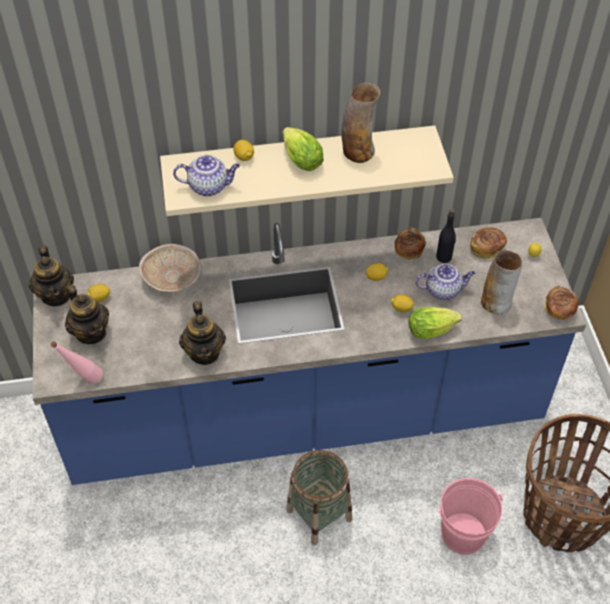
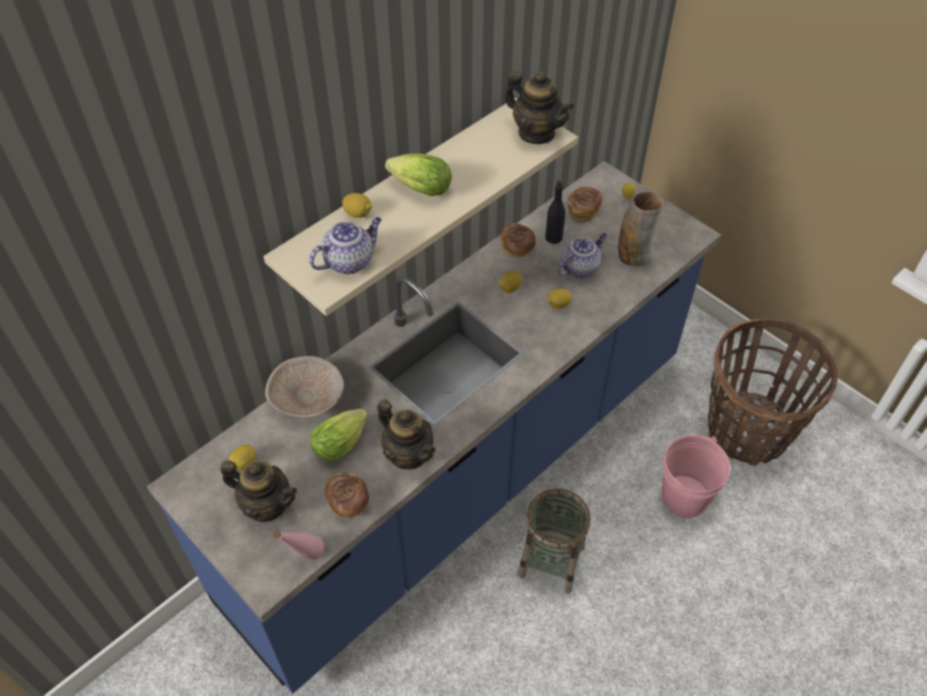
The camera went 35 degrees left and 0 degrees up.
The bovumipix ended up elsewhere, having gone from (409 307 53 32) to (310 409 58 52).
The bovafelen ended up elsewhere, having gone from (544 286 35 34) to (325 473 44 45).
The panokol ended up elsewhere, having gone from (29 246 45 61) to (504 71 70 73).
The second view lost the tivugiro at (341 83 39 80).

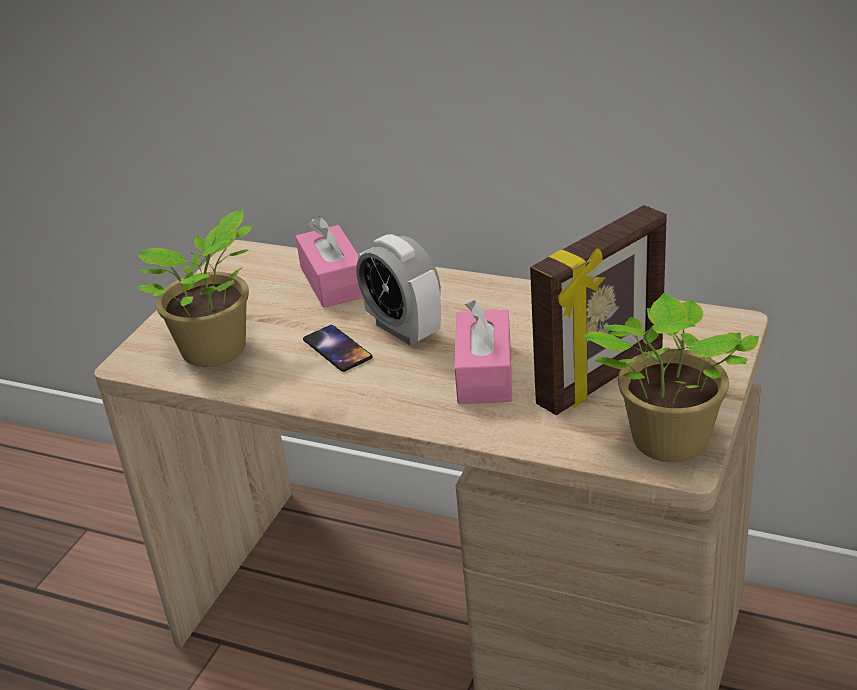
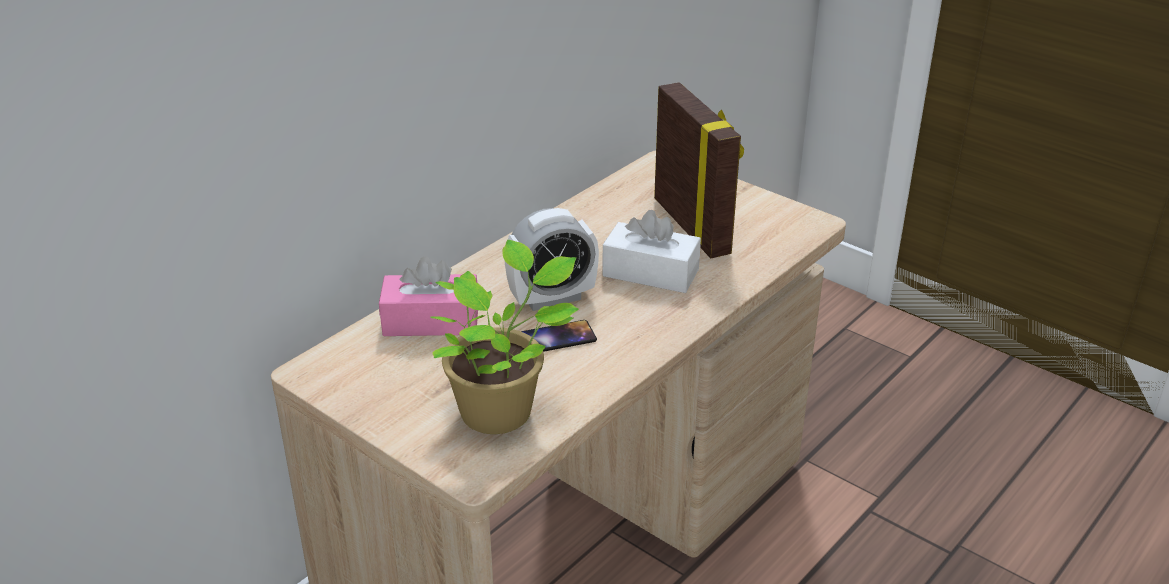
The camera went 75 degrees left and 0 degrees up.
What was the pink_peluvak at (455 300 57 104) turned into the white_peluvak at (602 210 99 83).
The second view lost the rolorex at (583 293 176 169).

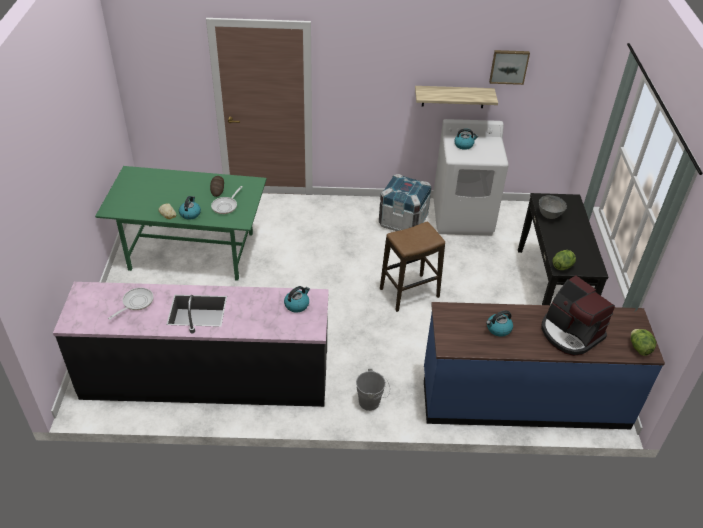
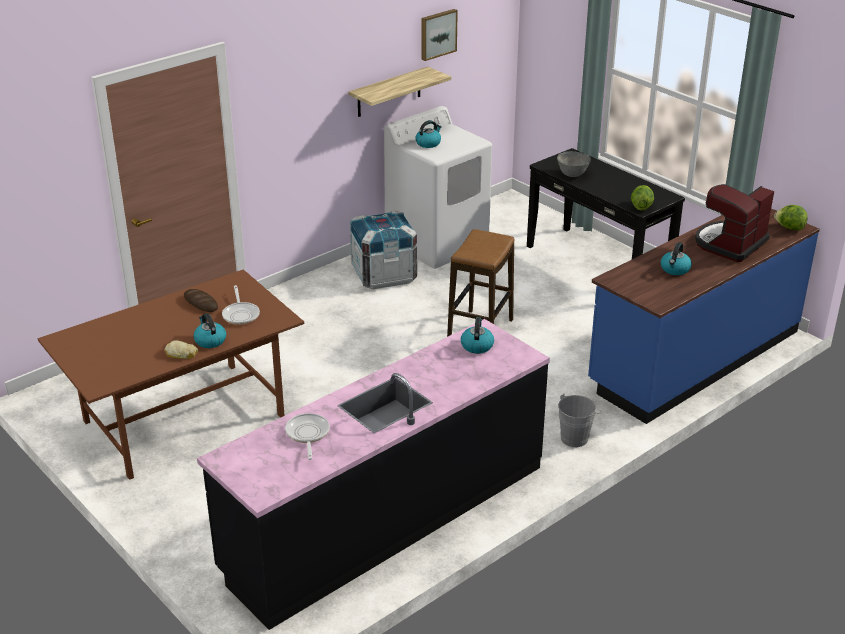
The camera went 40 degrees left and 10 degrees down.
What was the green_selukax at (95 166 172 115) turned into the brown_selukax at (38 269 266 211).
The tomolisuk at (541 276 74 80) ended up facing another way, 120 degrees clockwise from before.

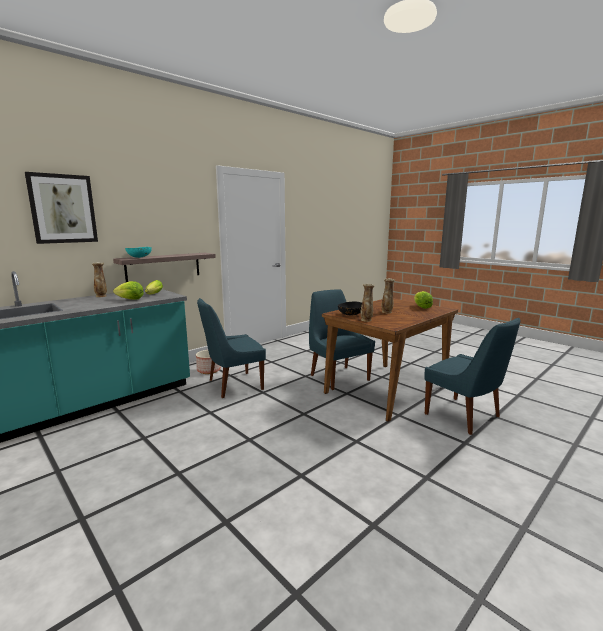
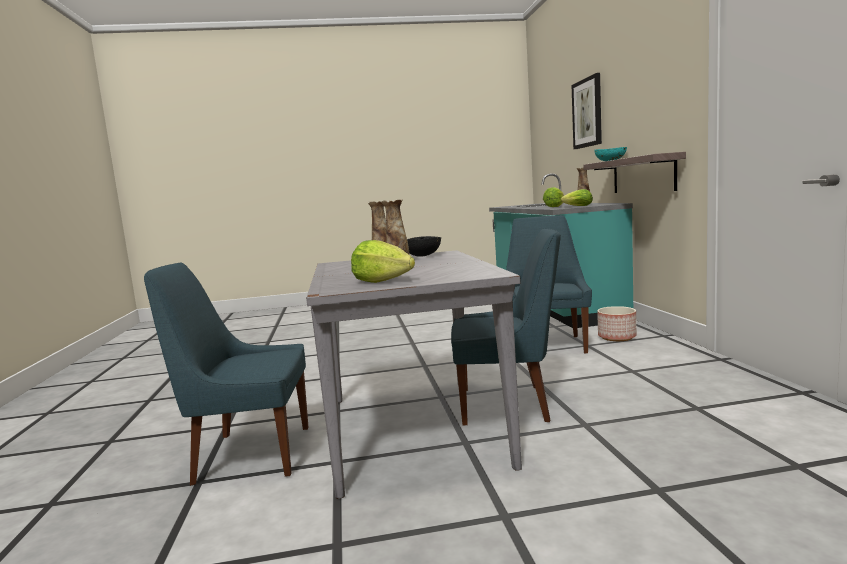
The camera went 125 degrees right and 5 degrees down.
What was the brown_selukax at (322 298 136 124) turned into the grey_selukax at (306 250 216 249).

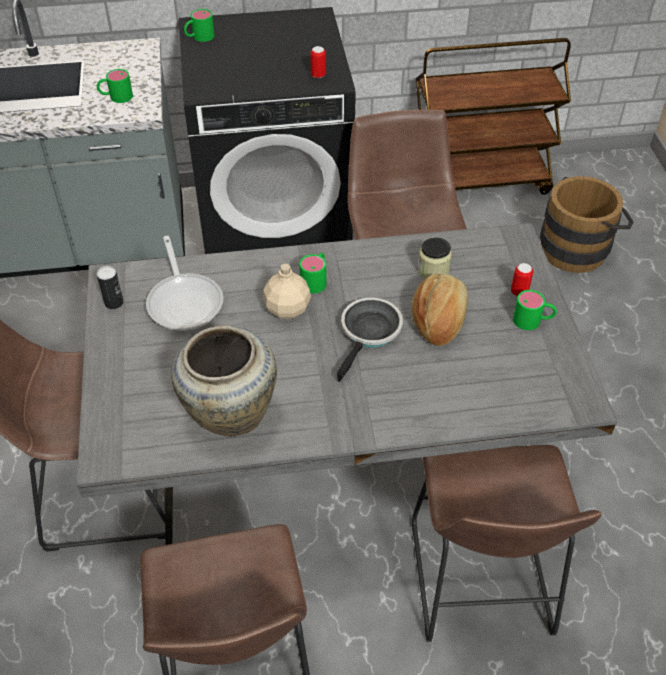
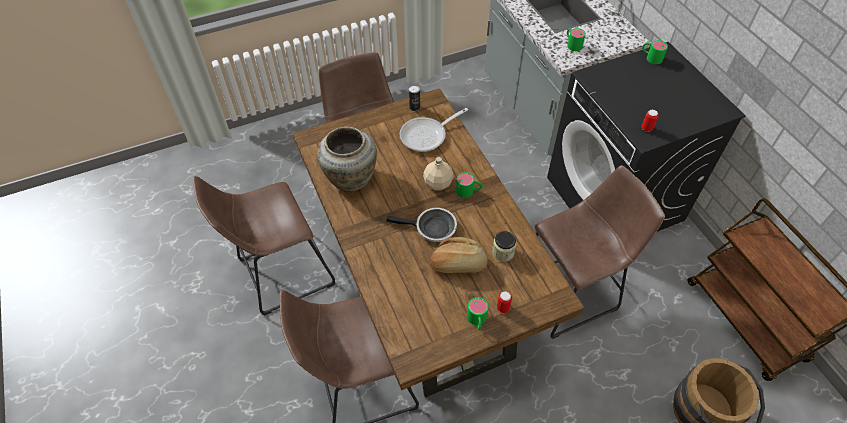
The camera went 75 degrees right and 5 degrees up.
What was the grey_selukax at (77 223 540 322) turned into the brown_selukax at (293 88 291 310).

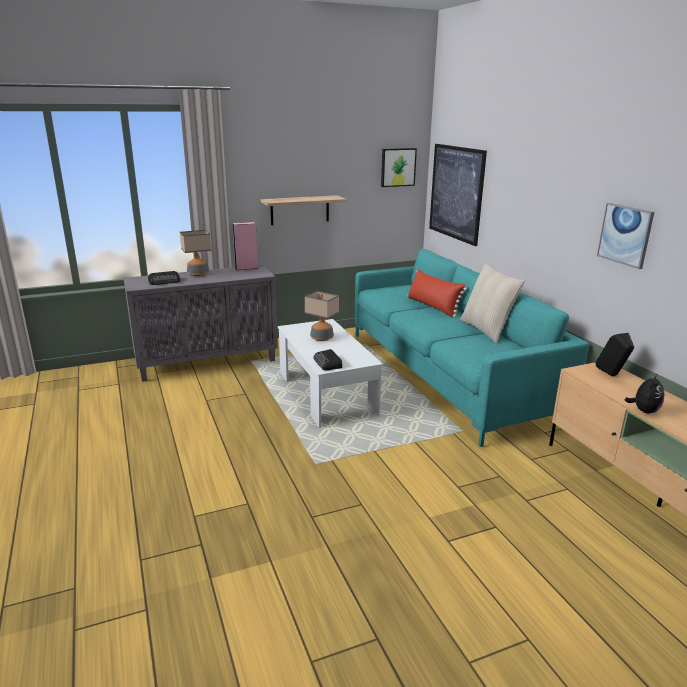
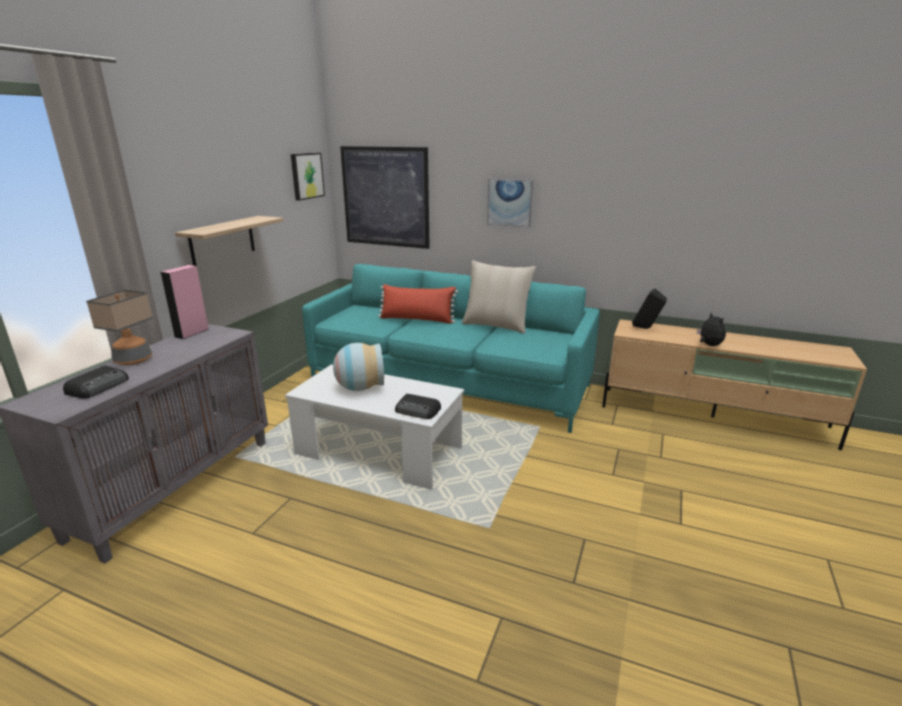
The camera went 45 degrees left and 0 degrees up.
Where the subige stood at (304 291 35 50), the tivugiro came to stand at (333 343 51 48).
The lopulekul ended up elsewhere, having gone from (597 203 57 66) to (487 179 46 48).

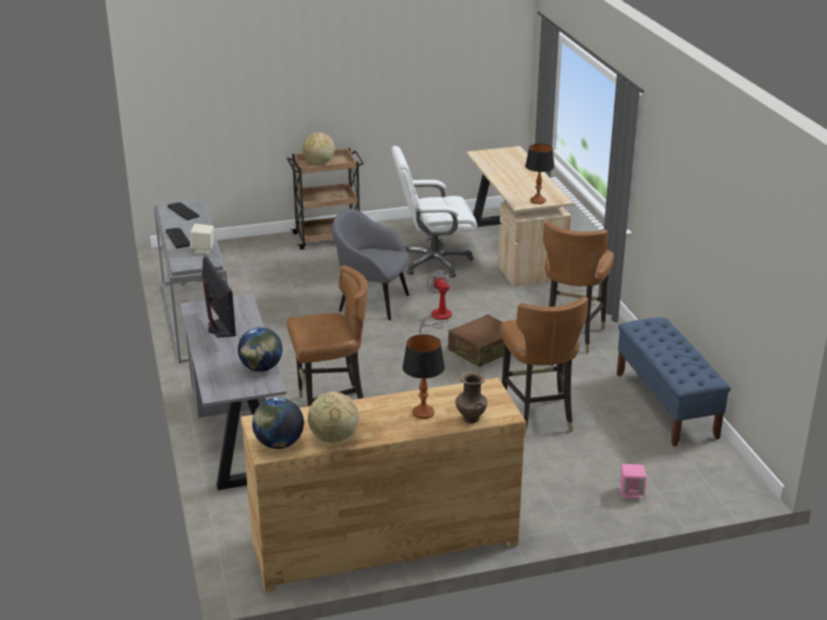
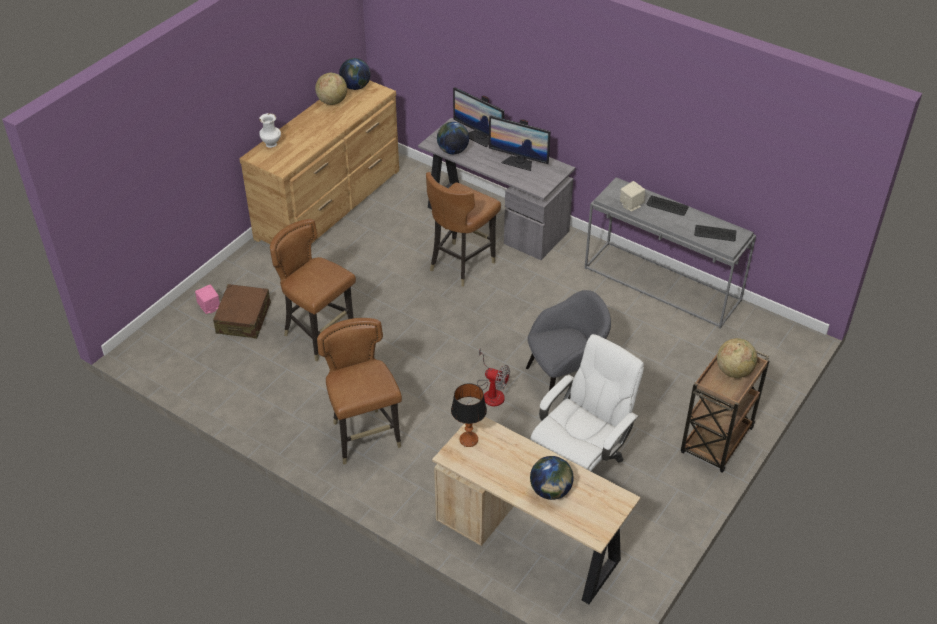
The camera went 140 degrees right and 15 degrees up.
The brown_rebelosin ended up elsewhere, having gone from (448 314 56 53) to (213 284 58 55).
What was the brown_tivugiro at (455 371 32 53) turned into the white_tivugiro at (259 113 22 35).
The second view gained the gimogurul at (453 88 51 59).
The second view gained the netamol at (530 456 44 44).
The second view lost the subige at (402 334 43 85).
The second view lost the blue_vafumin at (617 317 114 130).

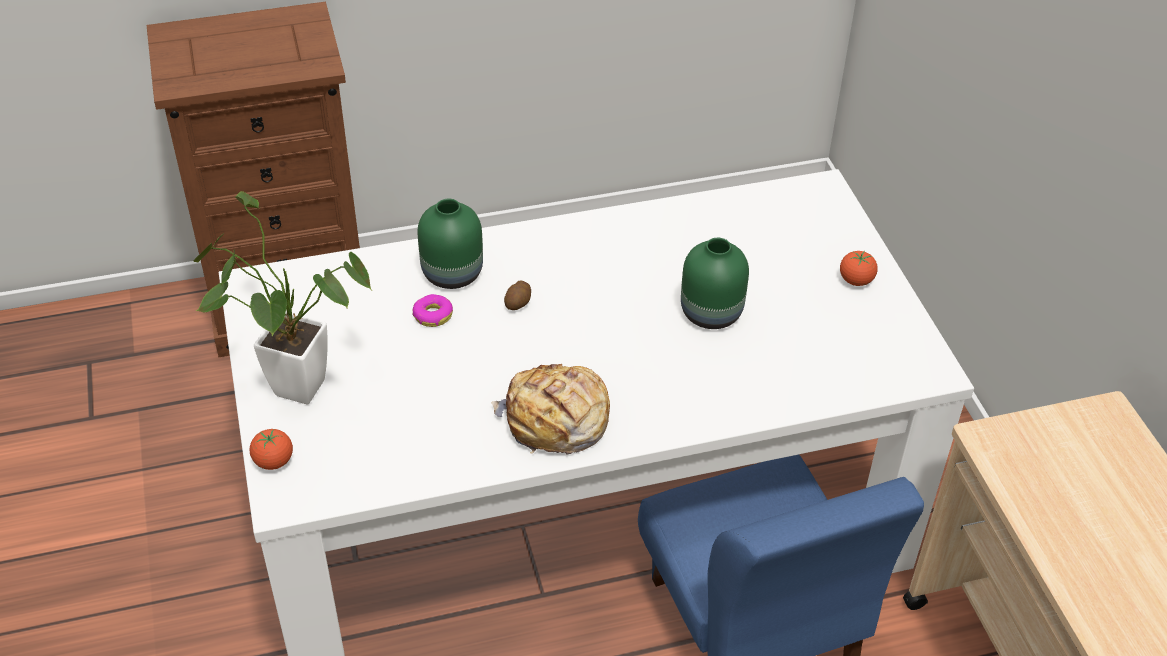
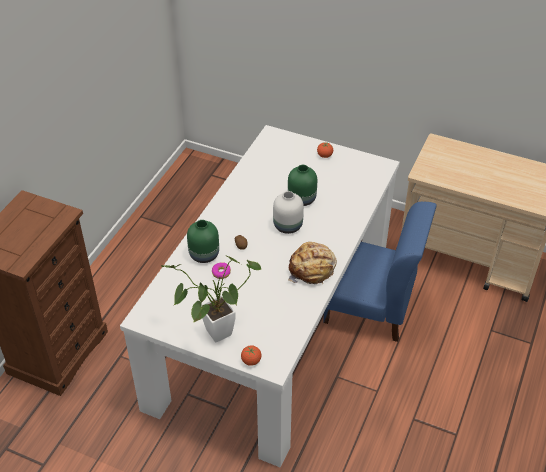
The camera went 50 degrees left and 0 degrees up.
The second view gained the white_tivugiro at (273 191 31 43).

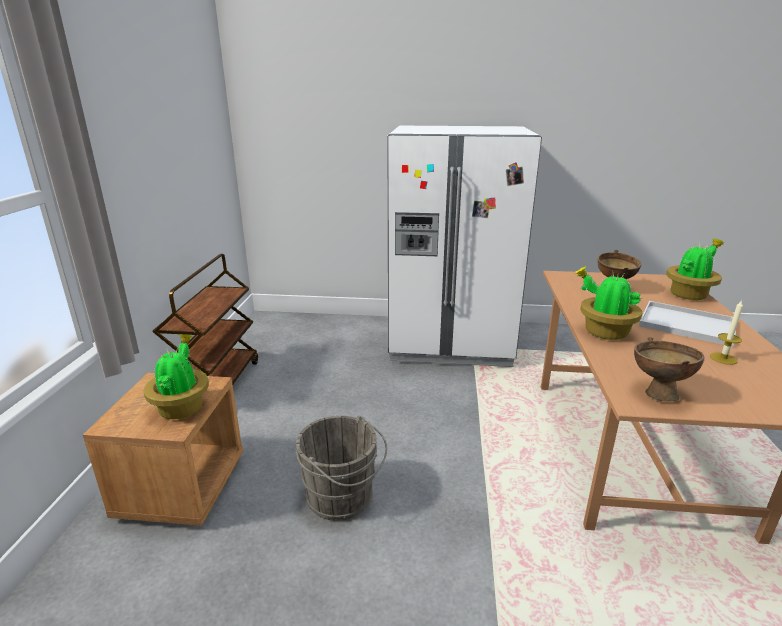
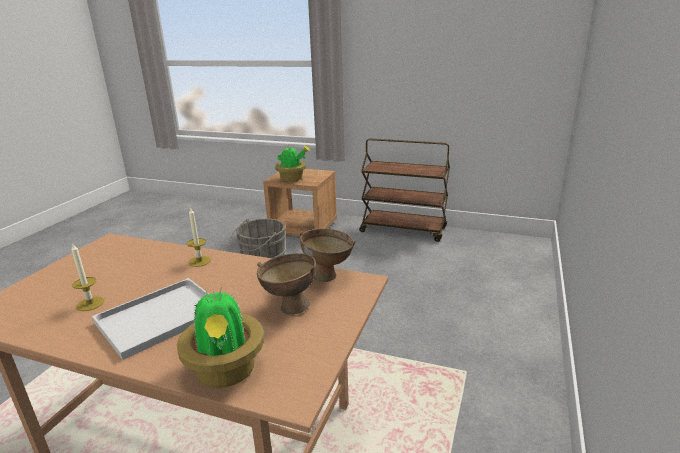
The camera went 105 degrees right and 0 degrees up.
Where the rolorex stood at (574 266 69 74), the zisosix came to stand at (187 207 24 60).
The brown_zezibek ended up elsewhere, having gone from (634 337 71 65) to (300 228 56 54).
The second view lost the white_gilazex at (388 126 154 241).

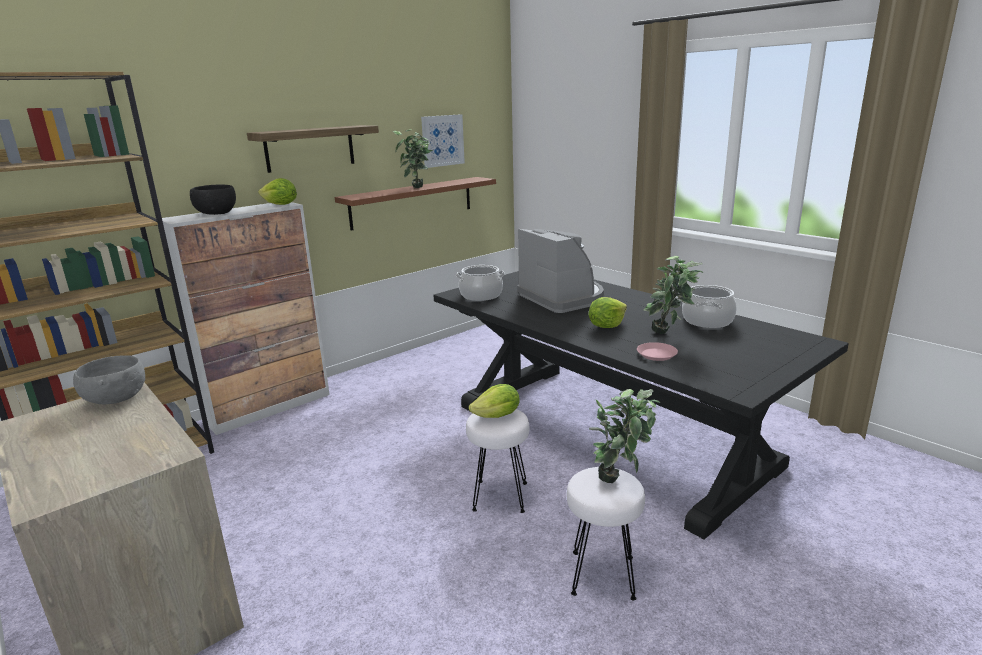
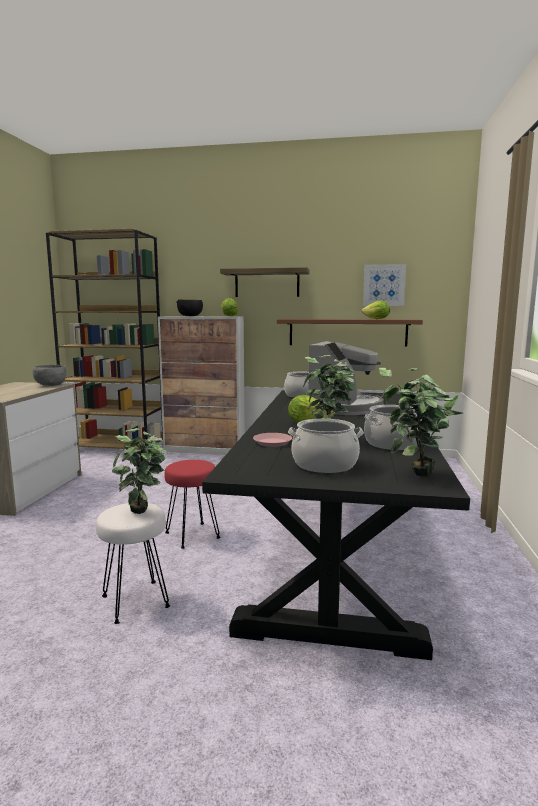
The camera went 50 degrees right and 10 degrees down.
What was the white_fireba at (466 409 63 104) turned into the red_fireba at (165 460 55 89).
The second view gained the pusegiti at (288 419 76 54).
The bovumipix ended up elsewhere, having gone from (469 384 51 34) to (362 301 28 18).
The rolorex ended up elsewhere, having gone from (393 129 40 59) to (379 368 84 109).

